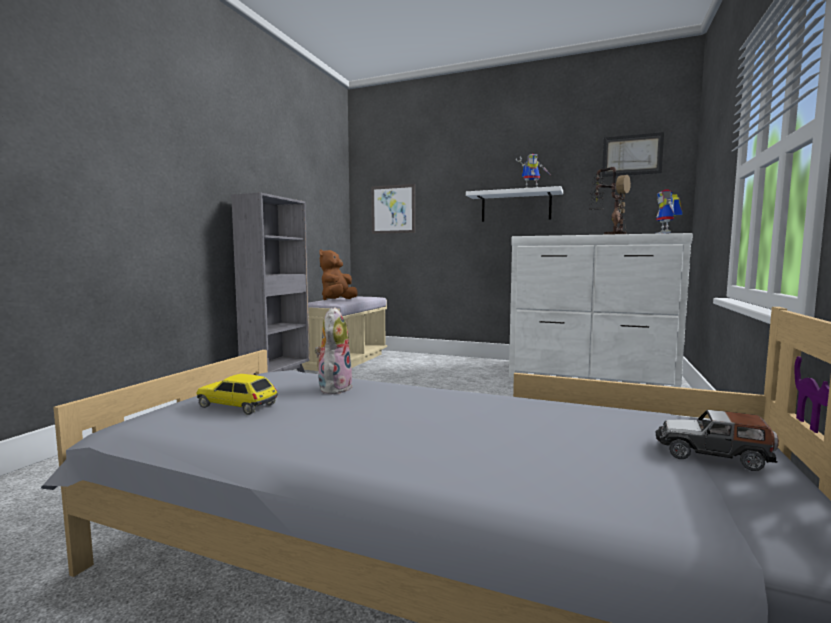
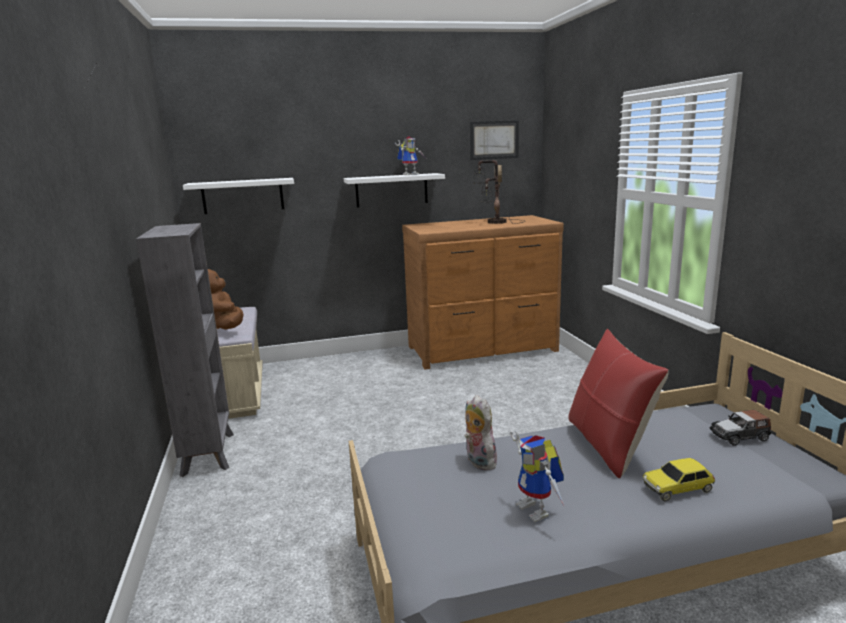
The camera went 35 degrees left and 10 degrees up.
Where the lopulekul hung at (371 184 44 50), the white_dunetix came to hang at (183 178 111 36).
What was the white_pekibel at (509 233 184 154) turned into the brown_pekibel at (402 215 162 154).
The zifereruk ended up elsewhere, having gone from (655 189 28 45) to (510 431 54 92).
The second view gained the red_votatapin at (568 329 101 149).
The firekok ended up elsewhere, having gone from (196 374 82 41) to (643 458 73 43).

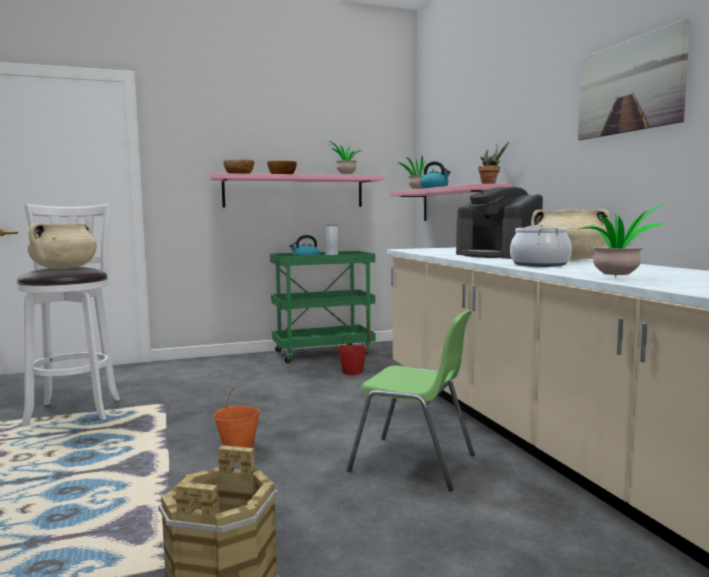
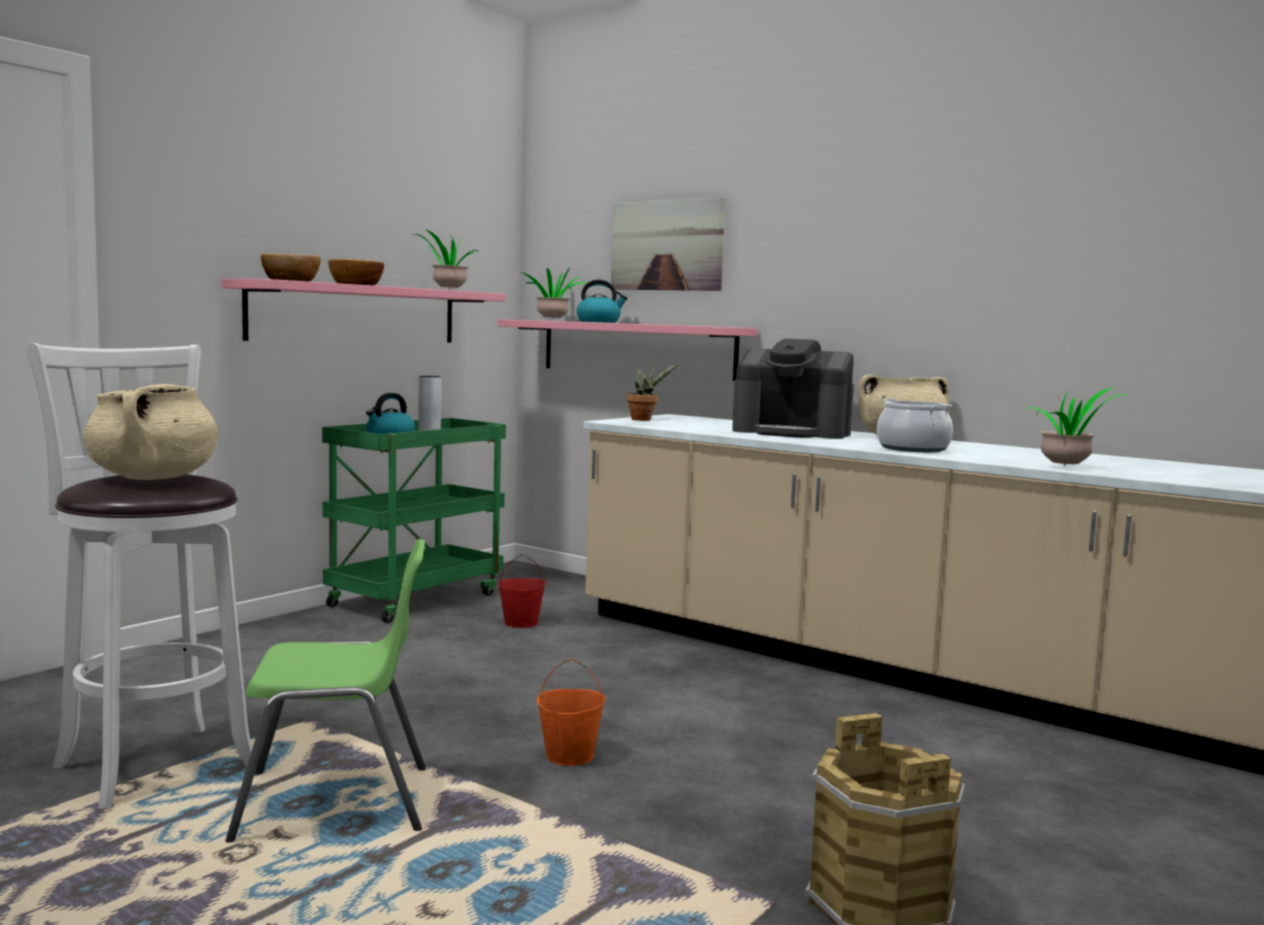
The camera went 35 degrees left and 0 degrees up.
The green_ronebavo ended up elsewhere, having gone from (347 310 128 181) to (225 539 201 304).
The lopulekul ended up elsewhere, having gone from (578 18 113 122) to (611 197 115 94).
The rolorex ended up elsewhere, having gone from (478 142 31 42) to (627 362 51 59).

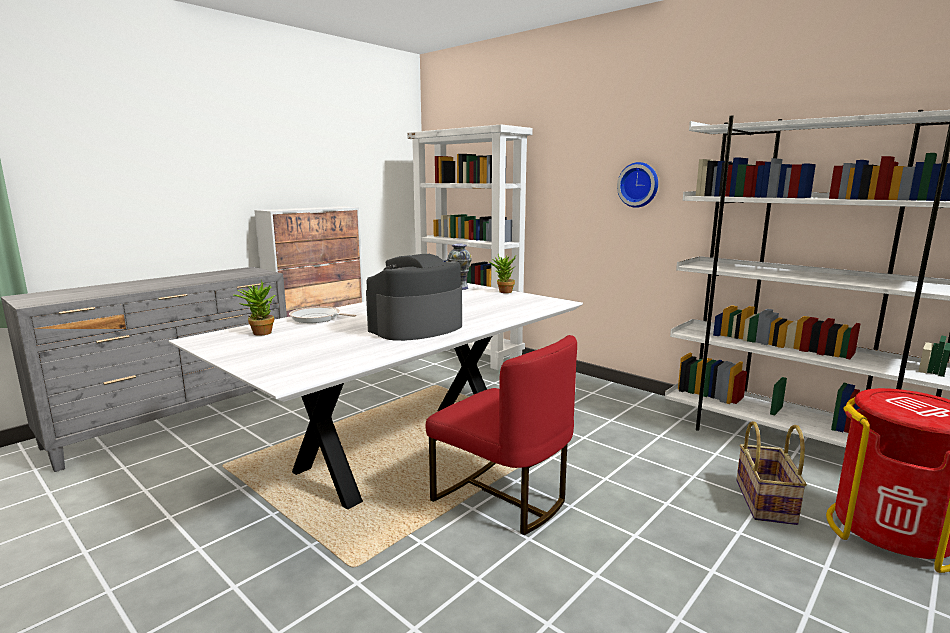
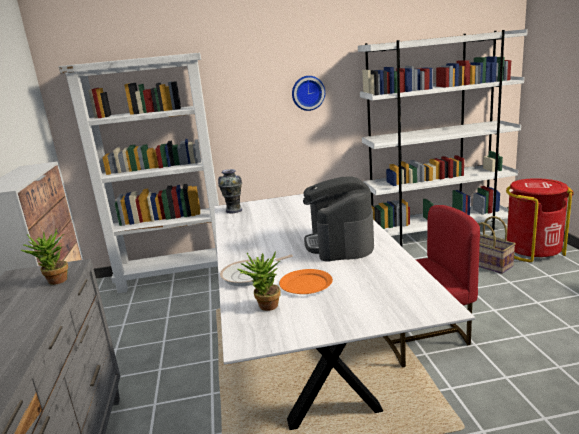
The camera went 50 degrees left and 5 degrees up.
The rolorex ended up elsewhere, having gone from (489 254 27 39) to (21 229 47 56).
The second view gained the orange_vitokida at (279 269 54 25).

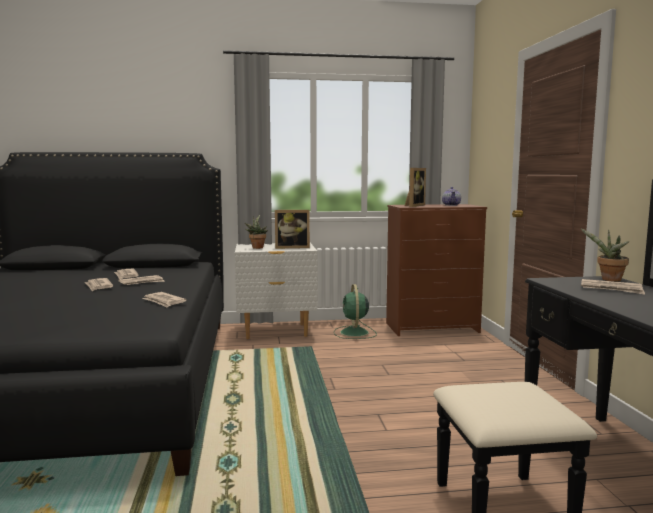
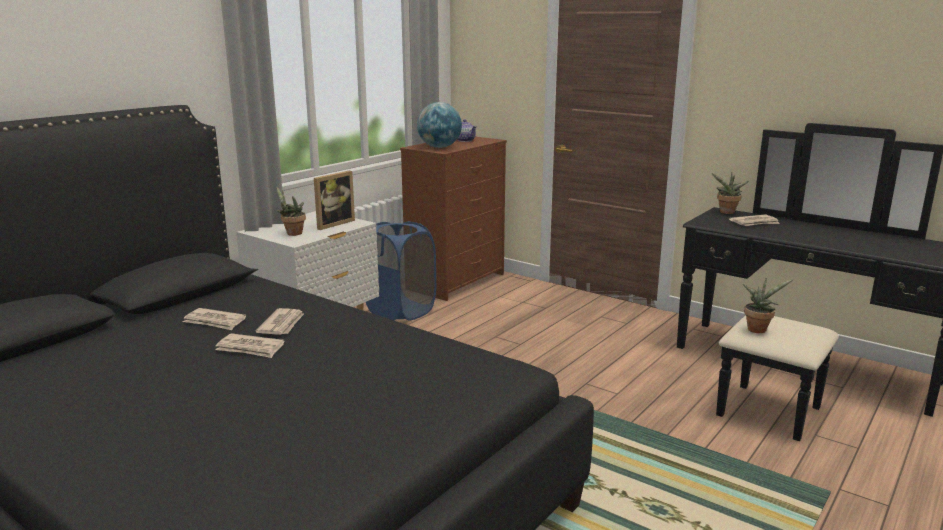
The camera went 45 degrees left and 10 degrees up.
Where the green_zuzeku stood at (334 284 43 55), the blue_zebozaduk came to stand at (366 221 70 100).
Where the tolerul stood at (405 168 21 39), the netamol came to stand at (417 102 45 46).
The second view gained the rolorex at (743 278 51 55).
The second view lost the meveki at (142 292 44 15).

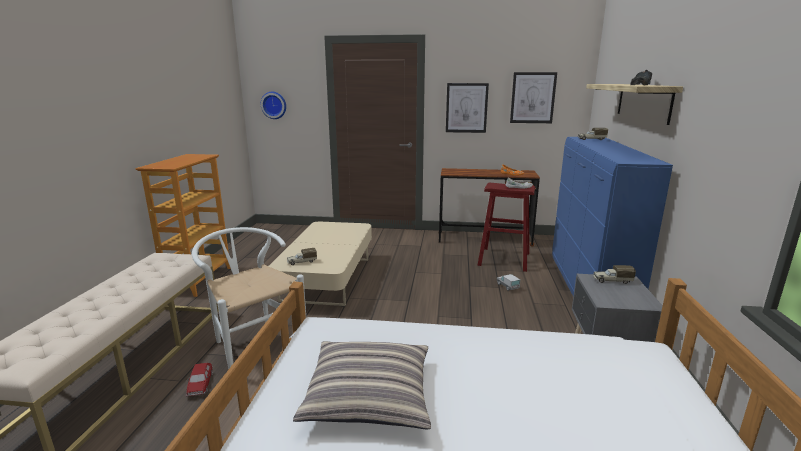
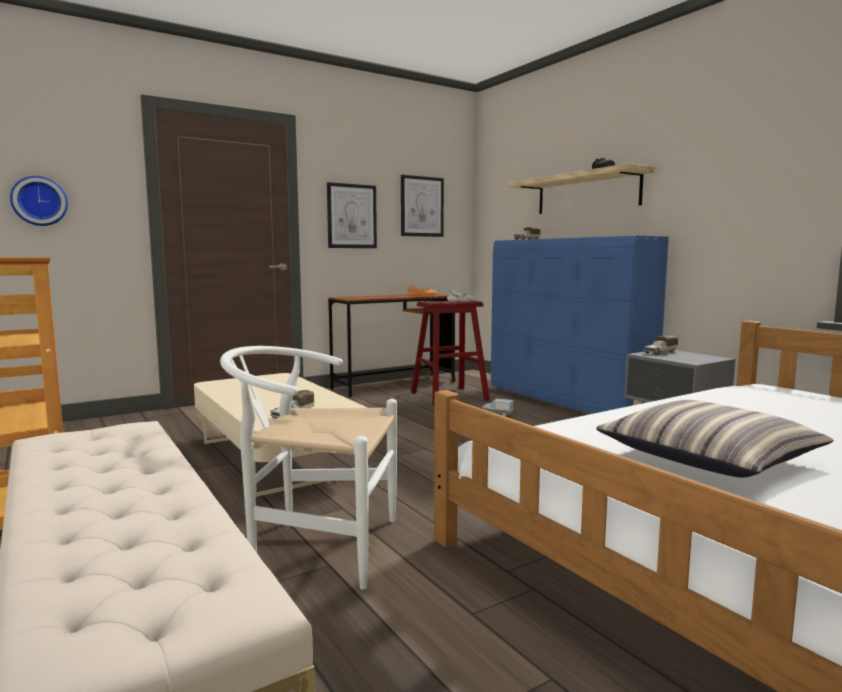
The camera went 40 degrees left and 10 degrees down.
The second view lost the firekok at (186 363 27 33).

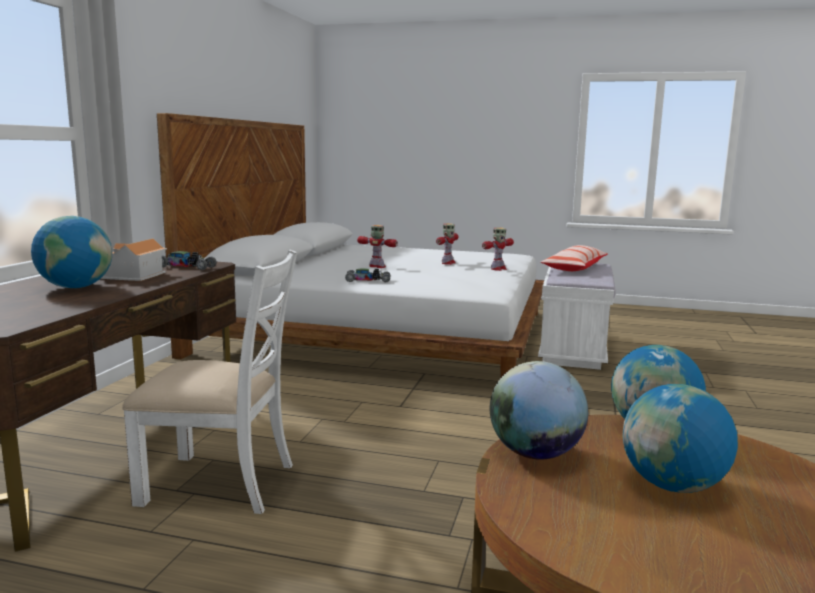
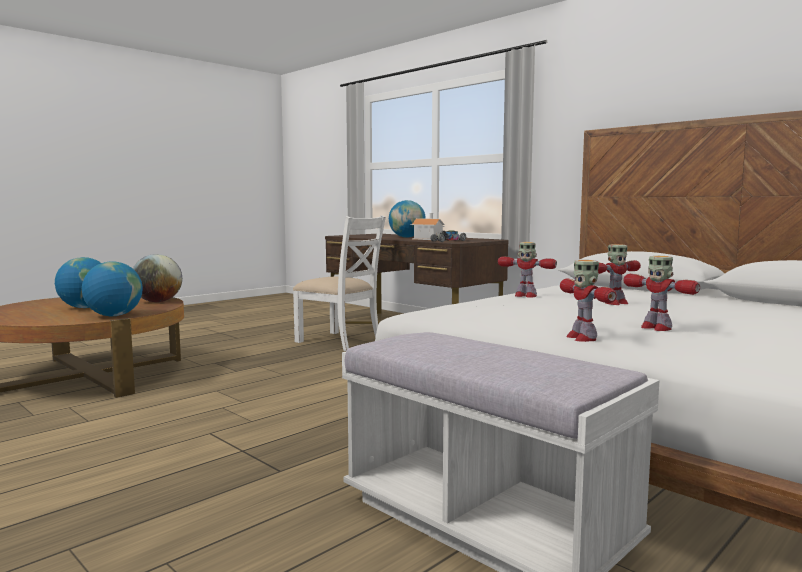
The camera went 120 degrees right and 5 degrees down.
The white_ronebavo at (122 250 175 264) ended up facing another way, 90 degrees counterclockwise from before.
Where the firekok stood at (345 268 46 14), the zifereruk came to stand at (498 242 59 56).
The second view lost the votatapin at (541 245 66 26).

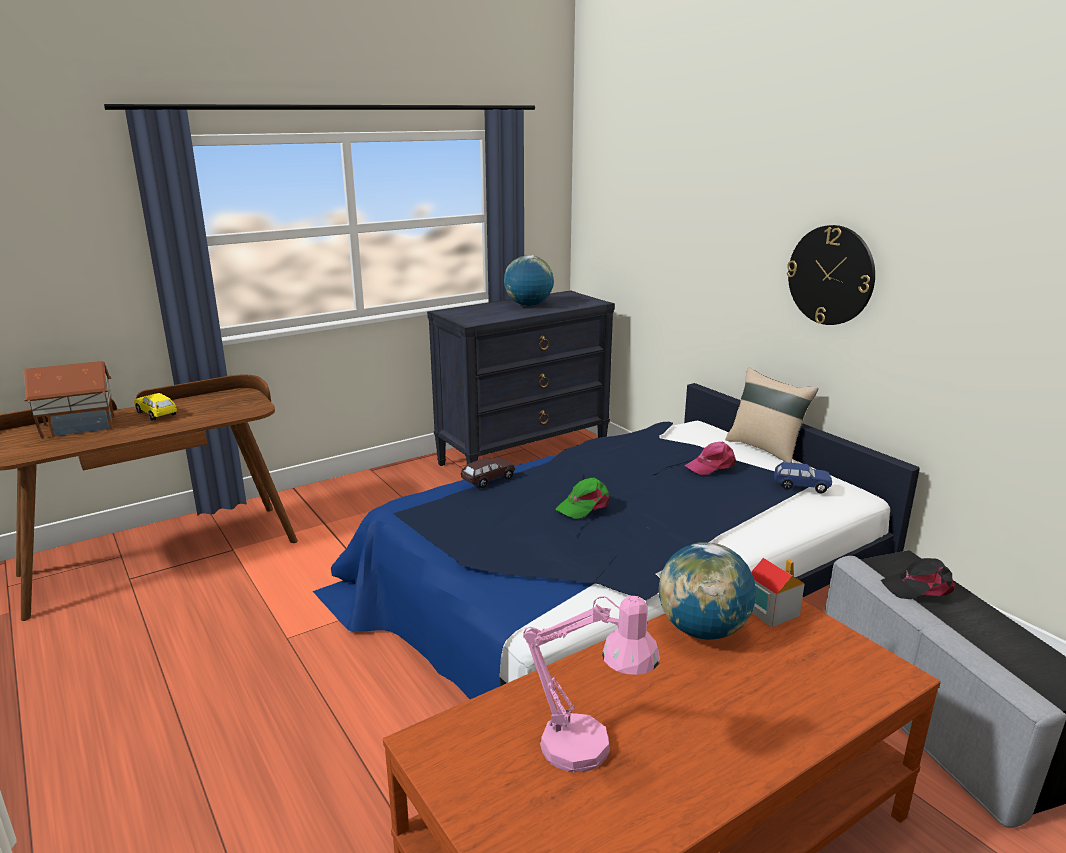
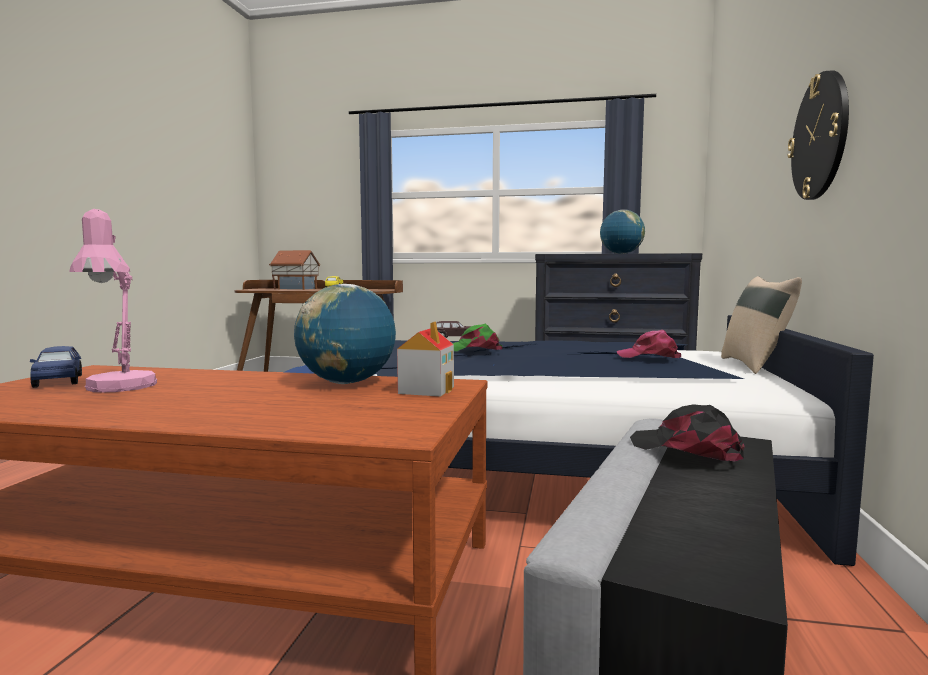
The camera went 45 degrees right and 15 degrees down.
The blue_firekok ended up elsewhere, having gone from (774 462 58 32) to (30 346 52 42).

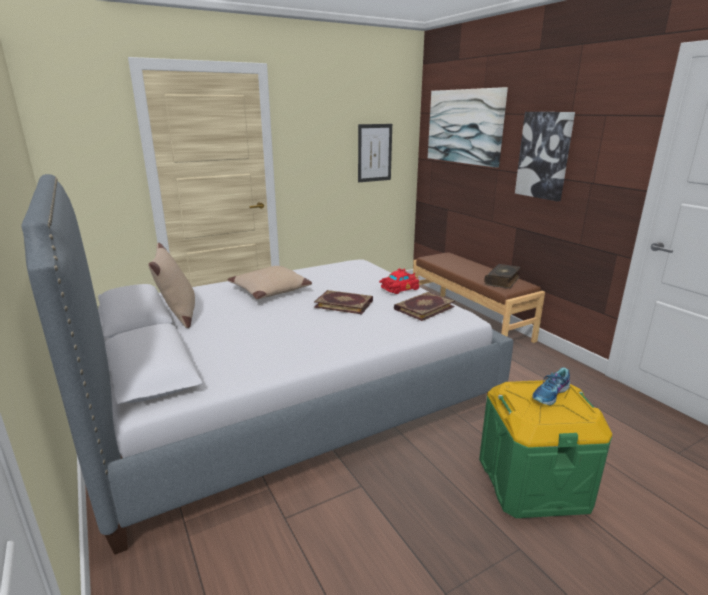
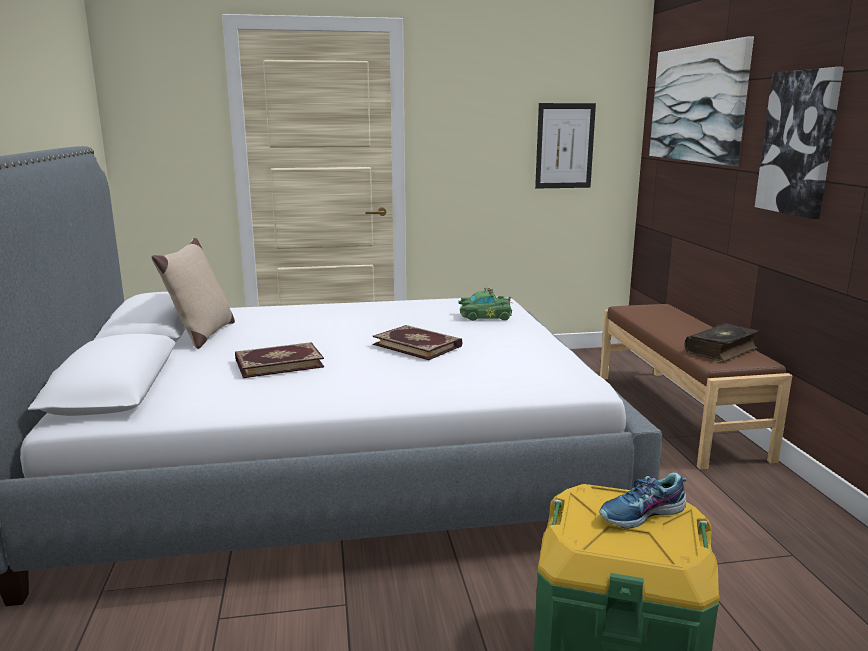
The camera went 20 degrees right and 5 degrees down.
The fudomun ended up elsewhere, having gone from (394 292 61 29) to (235 342 89 36).
The second view gained the green_firekok at (459 288 53 33).
The second view lost the beige_votatapin at (228 266 84 33).
The second view lost the red_firekok at (379 268 40 26).

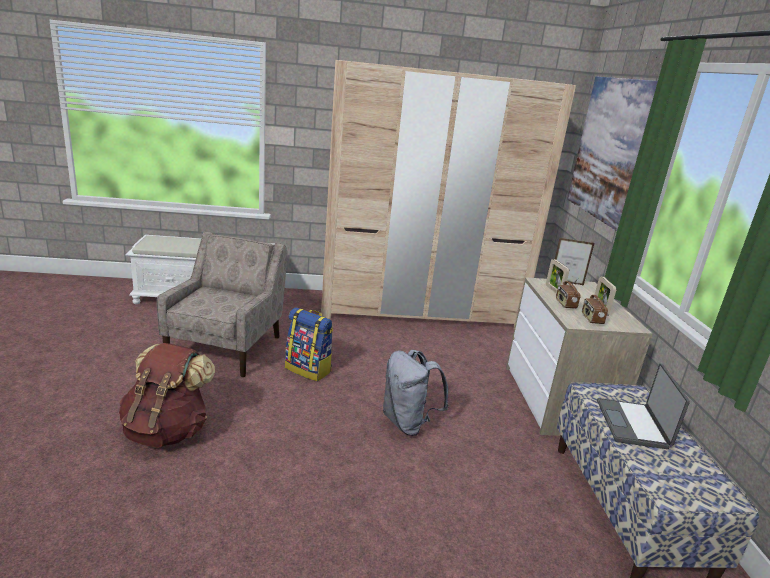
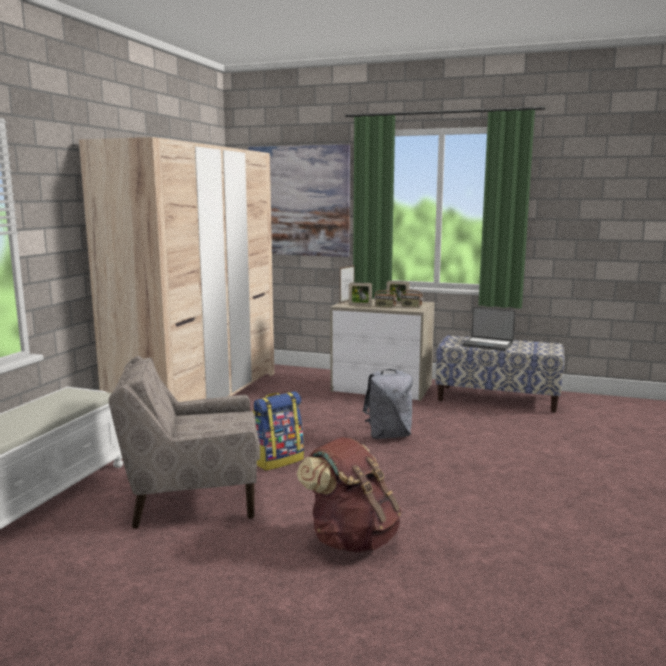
The camera went 65 degrees left and 10 degrees down.
The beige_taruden at (157 232 131 145) ended up facing another way, 45 degrees counterclockwise from before.

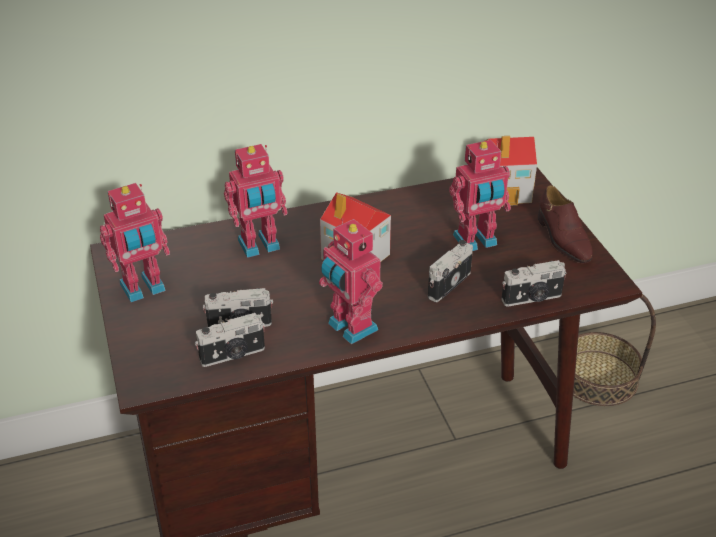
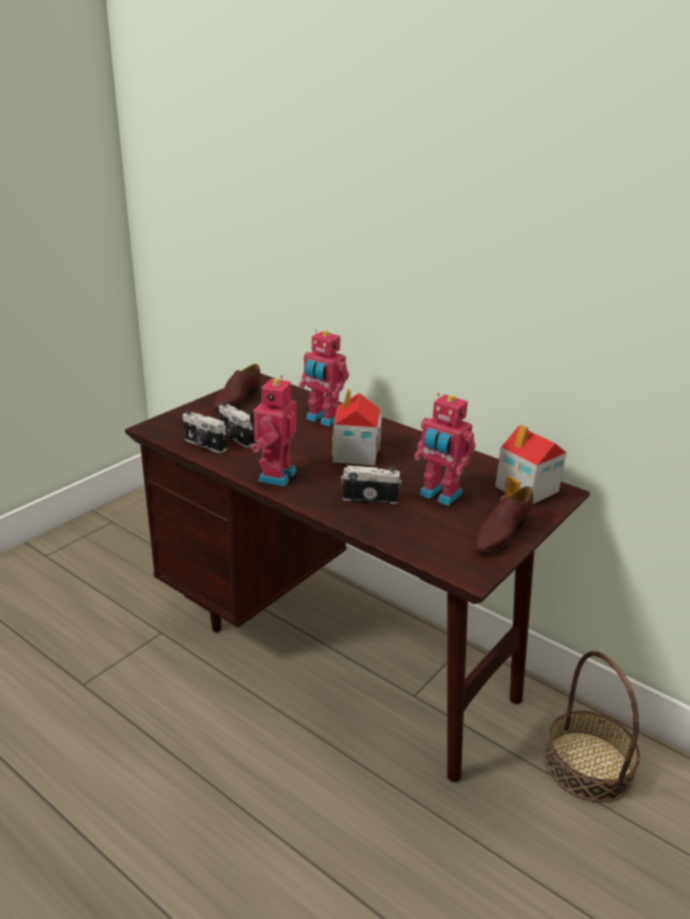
The camera went 55 degrees right and 10 degrees down.
Where the zifereruk stood at (100 183 70 119), the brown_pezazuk came to stand at (214 364 47 47).
The second view lost the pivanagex at (501 260 66 46).

